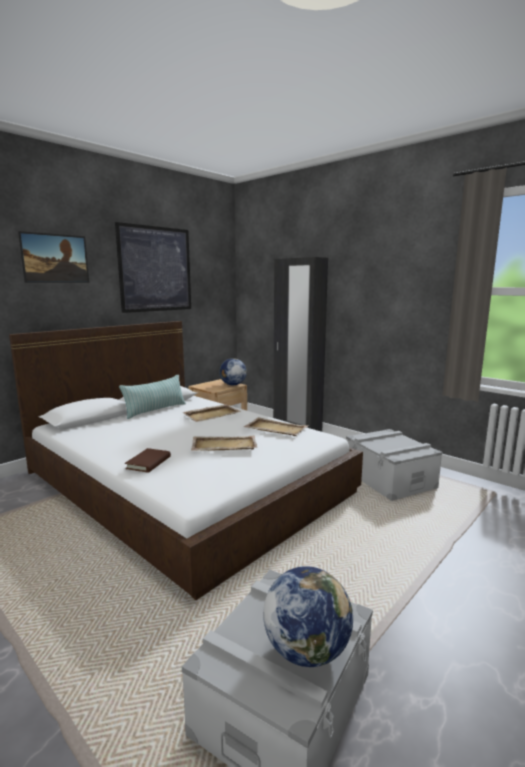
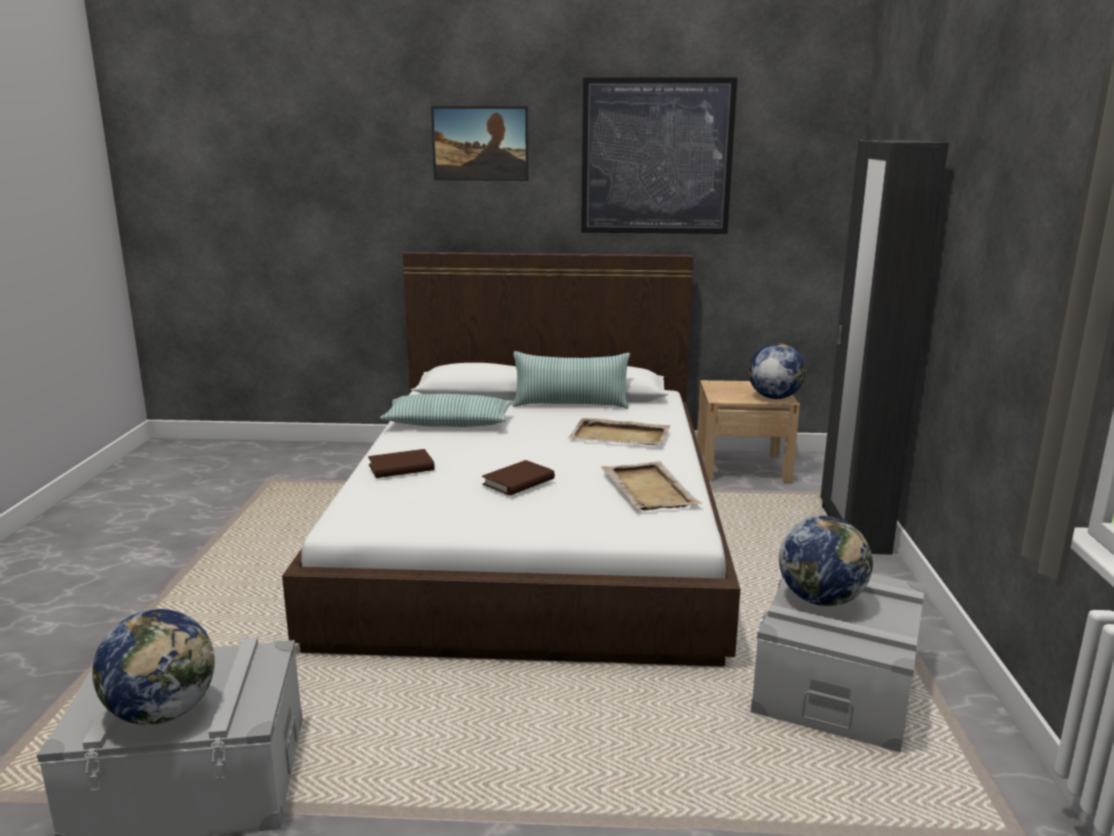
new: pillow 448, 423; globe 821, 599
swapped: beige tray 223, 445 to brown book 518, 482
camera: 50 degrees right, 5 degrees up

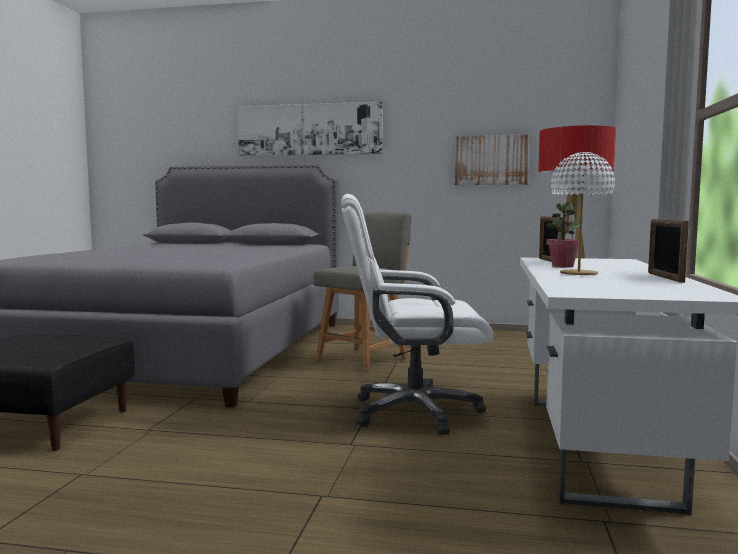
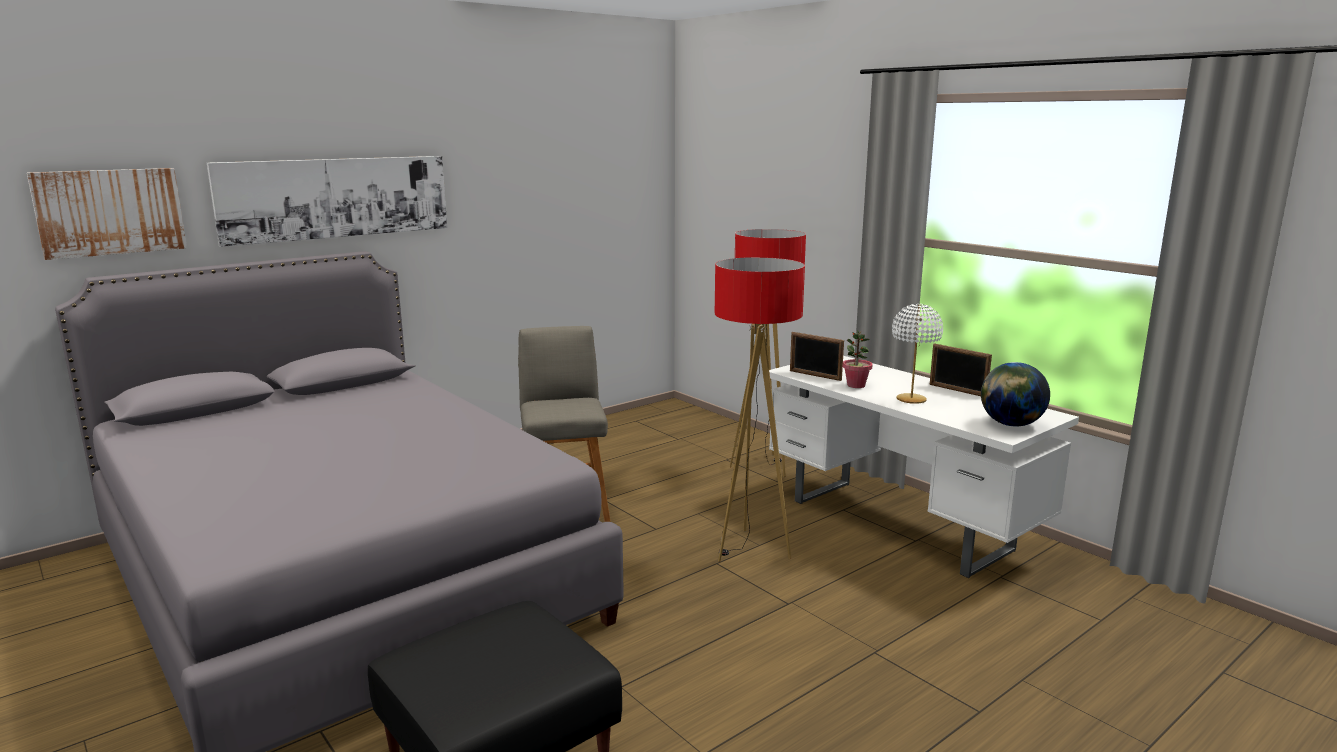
new: globe 1011, 424
shifted: picture 491, 160 to 110, 212
swapped: white office chair 413, 412 to floor lamp 750, 550
camera: 50 degrees left, 10 degrees up

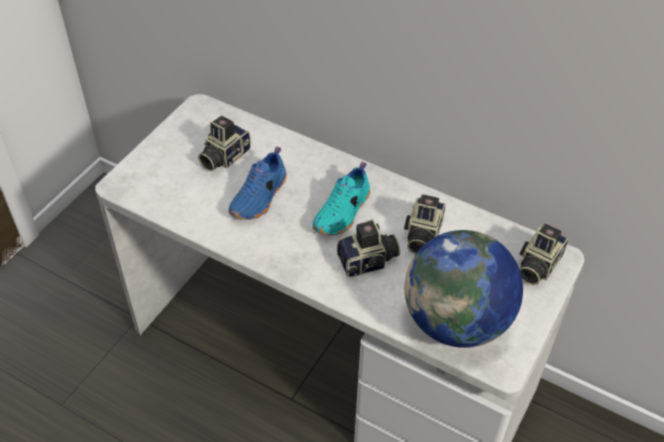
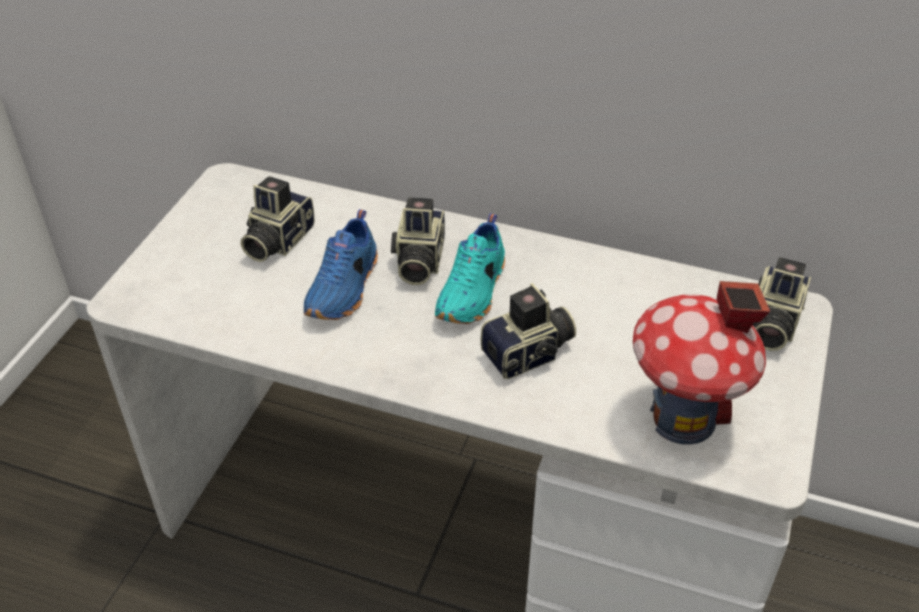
shifted: photo camera 421, 236 to 418, 261
swapped: globe 456, 322 to toy house 683, 418
camera: 10 degrees left, 5 degrees down

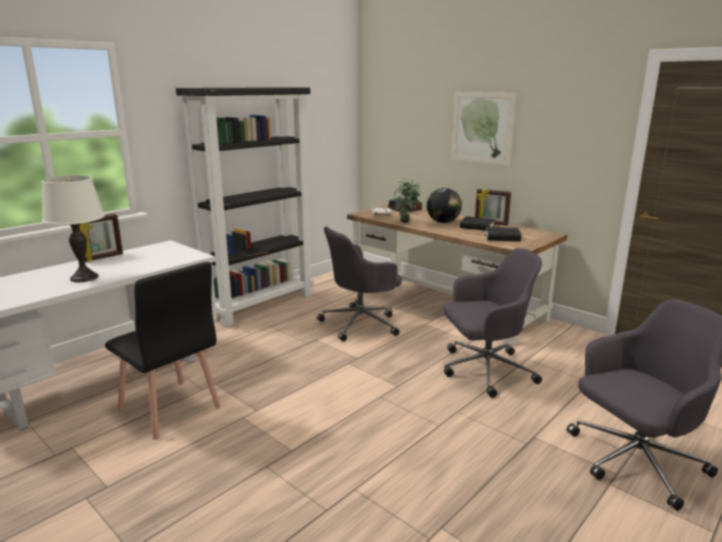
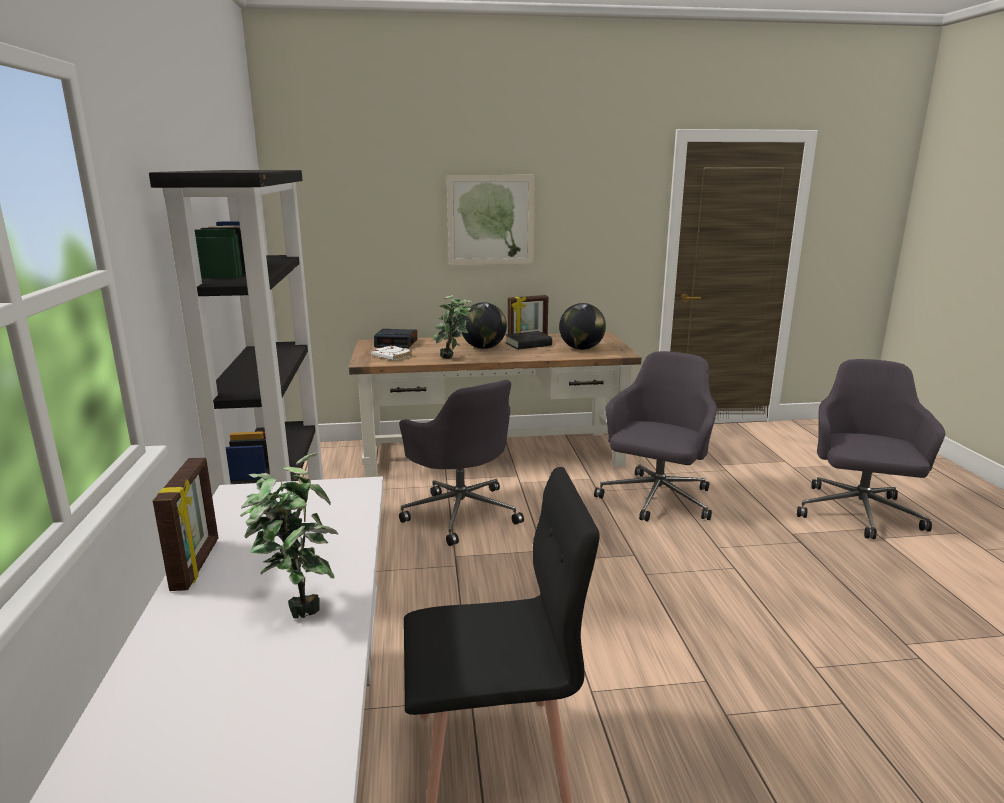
swapped: white table lamp 84, 278 to potted plant 297, 605; black book 502, 237 to globe 581, 349
rotated: grey office chair 361, 323 = 461, 512 45 degrees counterclockwise
camera: 50 degrees left, 0 degrees up

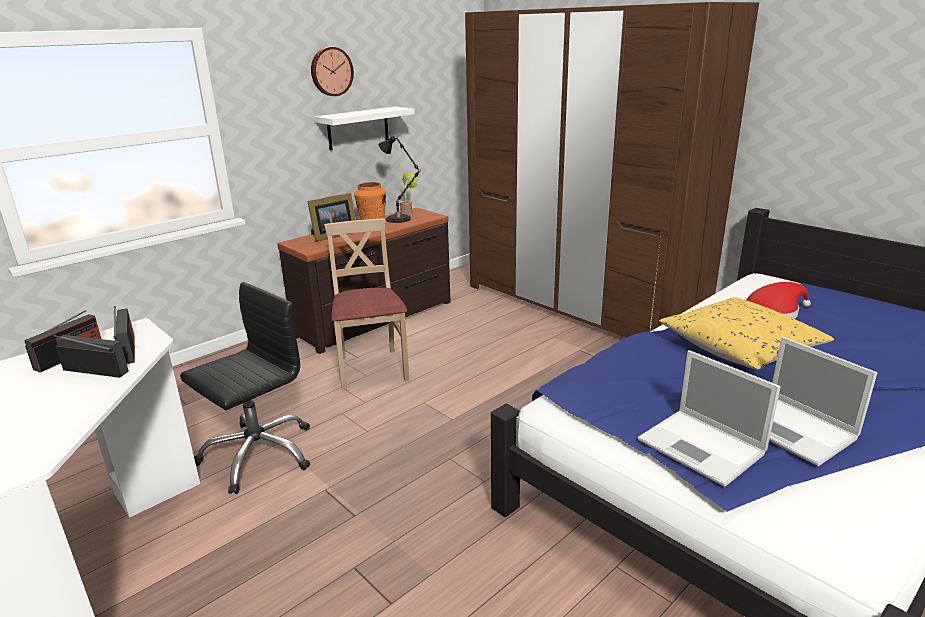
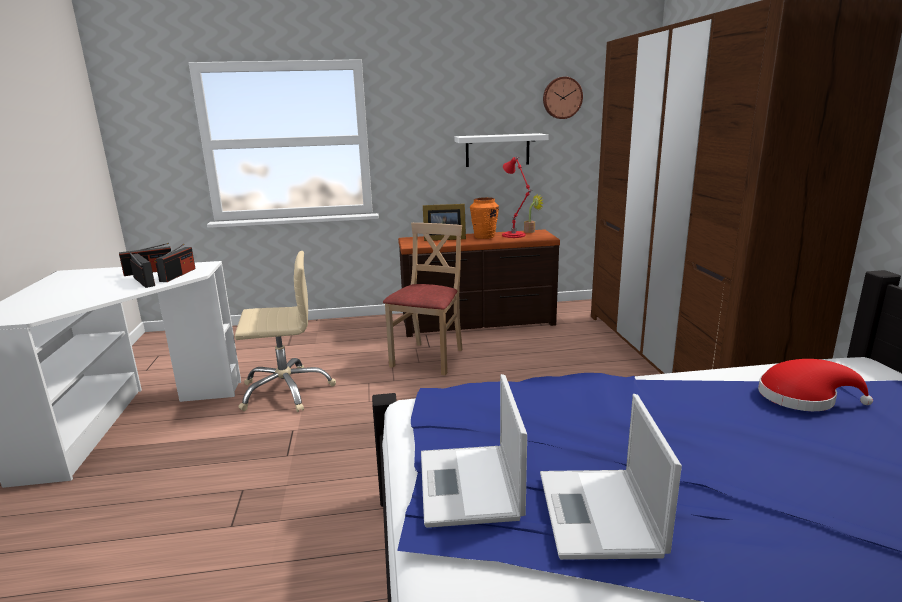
gone: yellow pillow 739, 348
shifted: wall clock 331, 71 to 562, 98
repainted: black office chair 258, 454 to beige office chair 286, 391; black table lamp 400, 219 to red table lamp 514, 235
camera: 35 degrees right, 5 degrees down

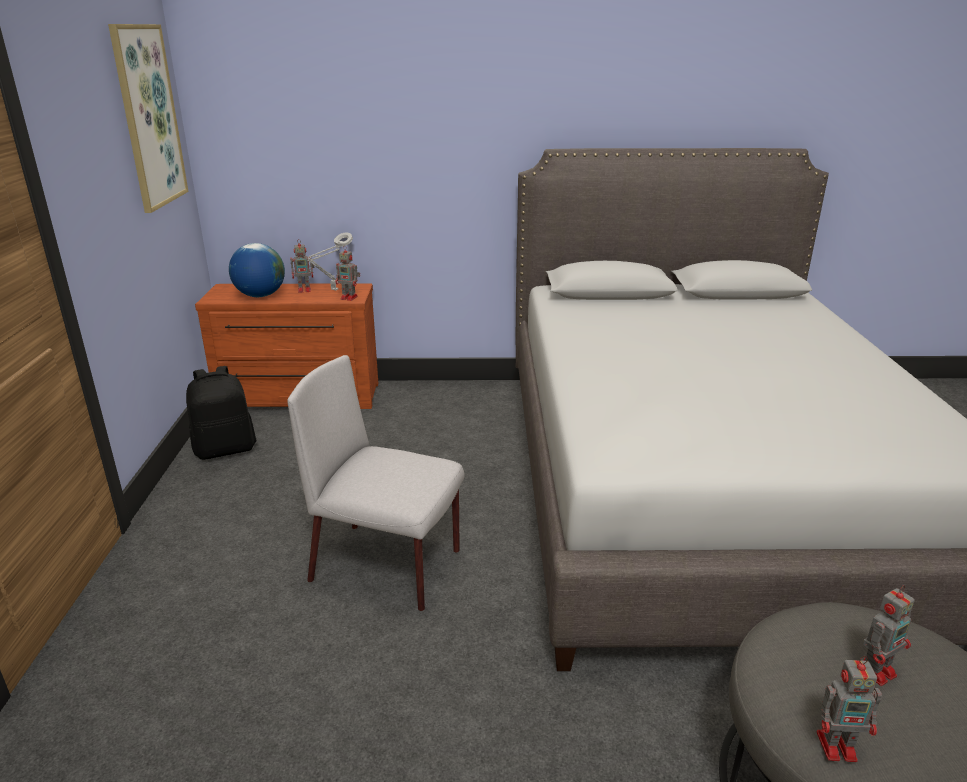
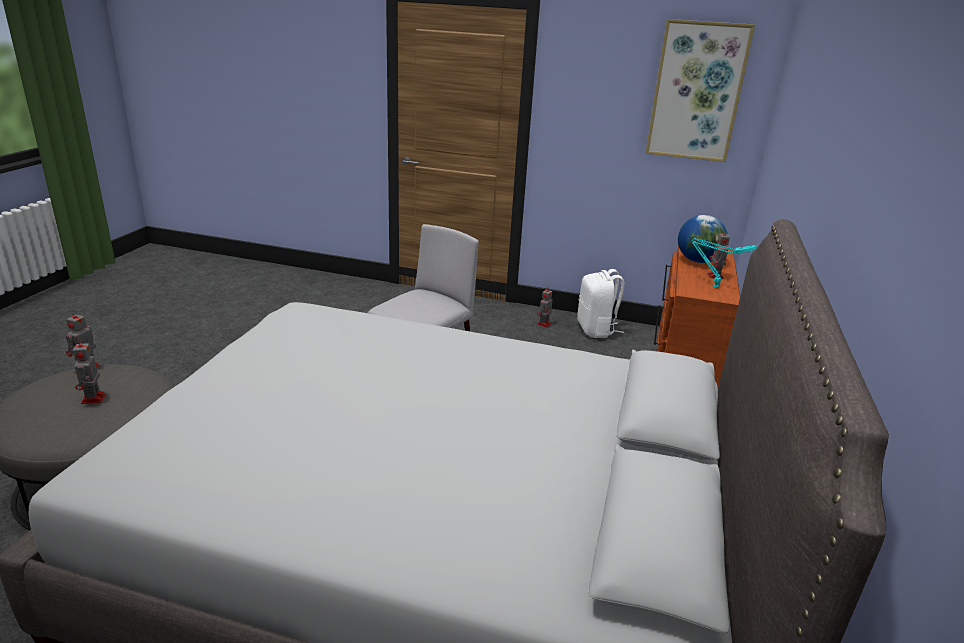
shifted: toy robot 350, 298 to 543, 324
repainted: black backpack 225, 449 to white backpack 596, 330; grey table lamp 333, 290 to turquoise table lamp 713, 286
camera: 105 degrees right, 0 degrees up

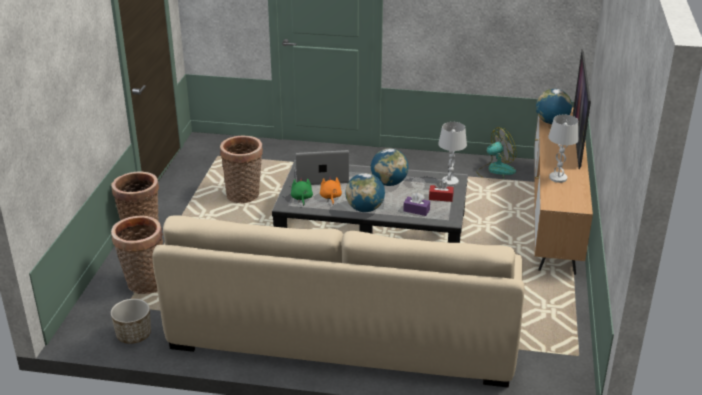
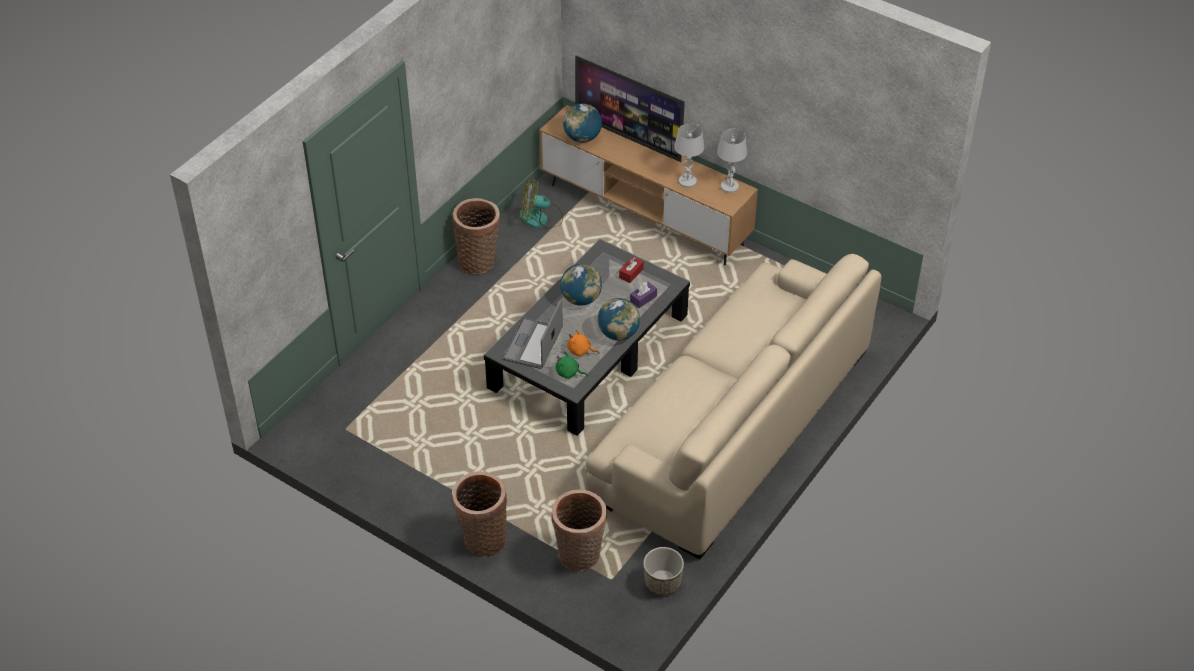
shifted: basket 244, 196 to 479, 261; white table lamp 450, 181 to 729, 187
rotated: fan 495, 171 = 540, 219 90 degrees counterclockwise
camera: 65 degrees left, 15 degrees up

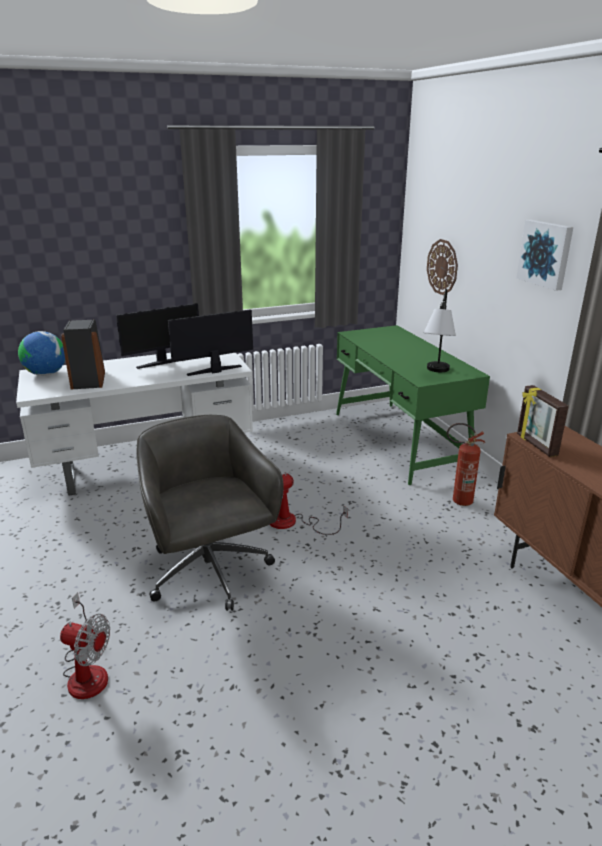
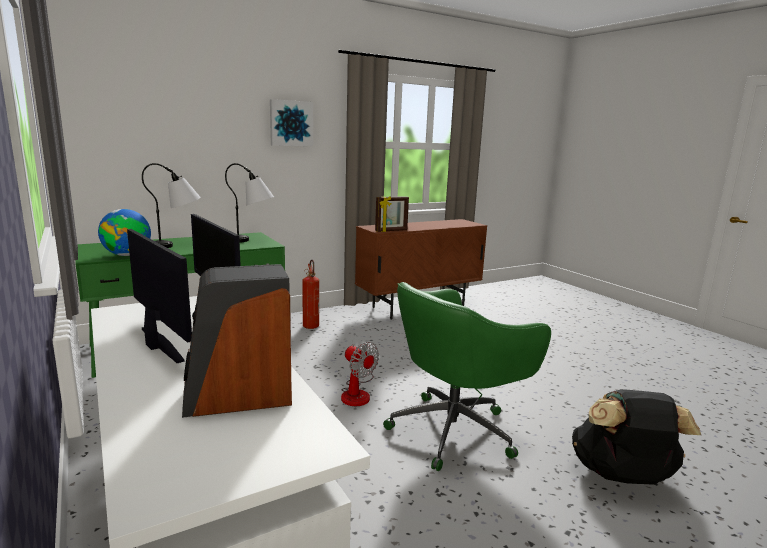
gone: wall clock 442, 267
new: table lamp 177, 245
shifted: globe 46, 374 to 127, 255
swapped: fan 87, 671 to black backpack 622, 476
repainted: grey office chair 210, 573 to green office chair 455, 430
camera: 100 degrees left, 10 degrees down

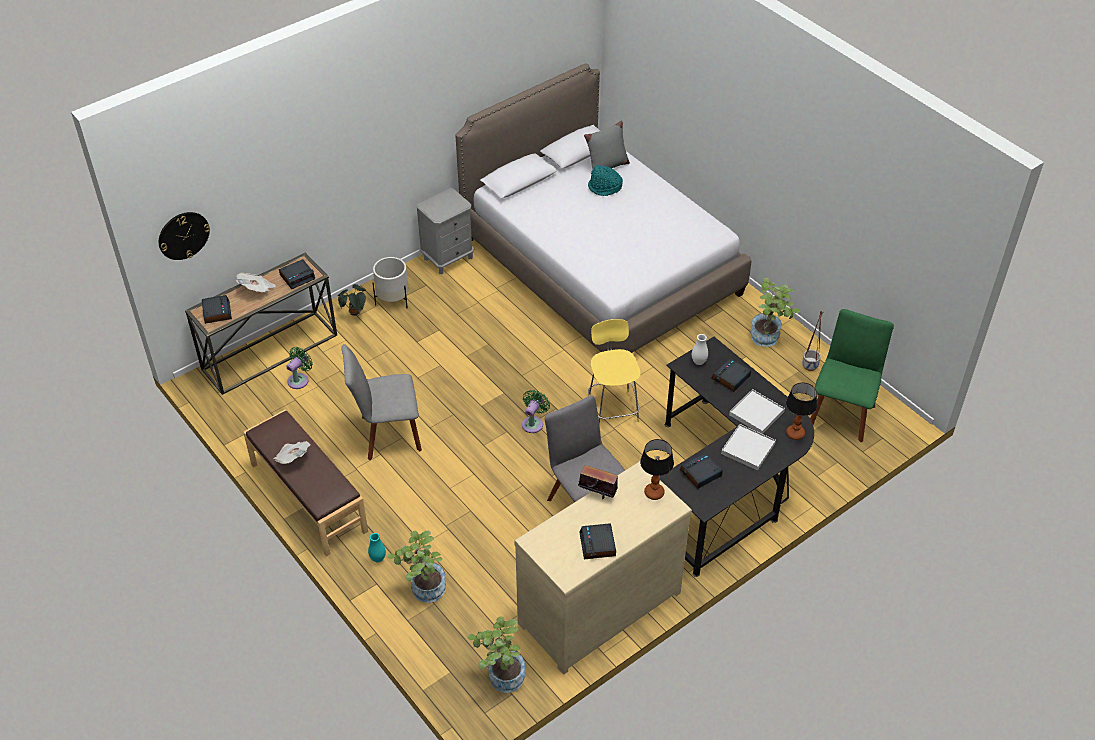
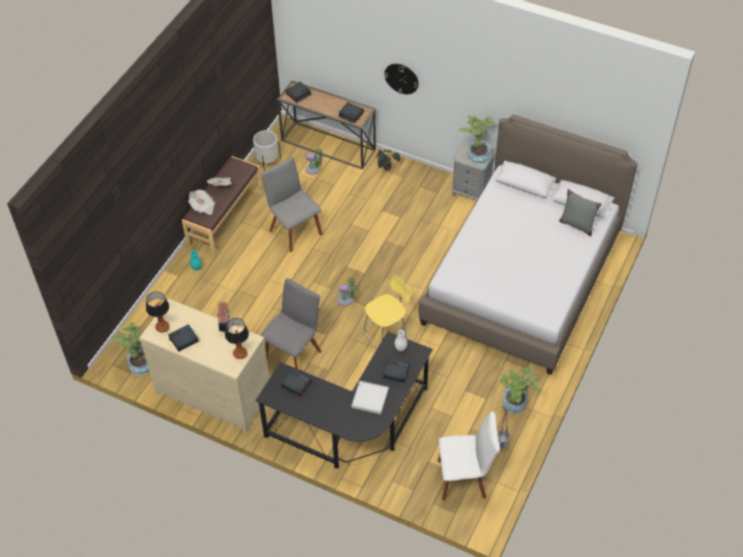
gone: turquoise hat 605, 188; white tray 748, 448
shifted: wall clock 183, 235 to 401, 78; newspaper 257, 289 to 203, 207; white planter 393, 300 to 267, 161; potted plant 423, 590 to 476, 155; table lamp 794, 433 to 162, 327
repainted: green chair 841, 413 to white chair 464, 478
camera: 65 degrees right, 5 degrees up

